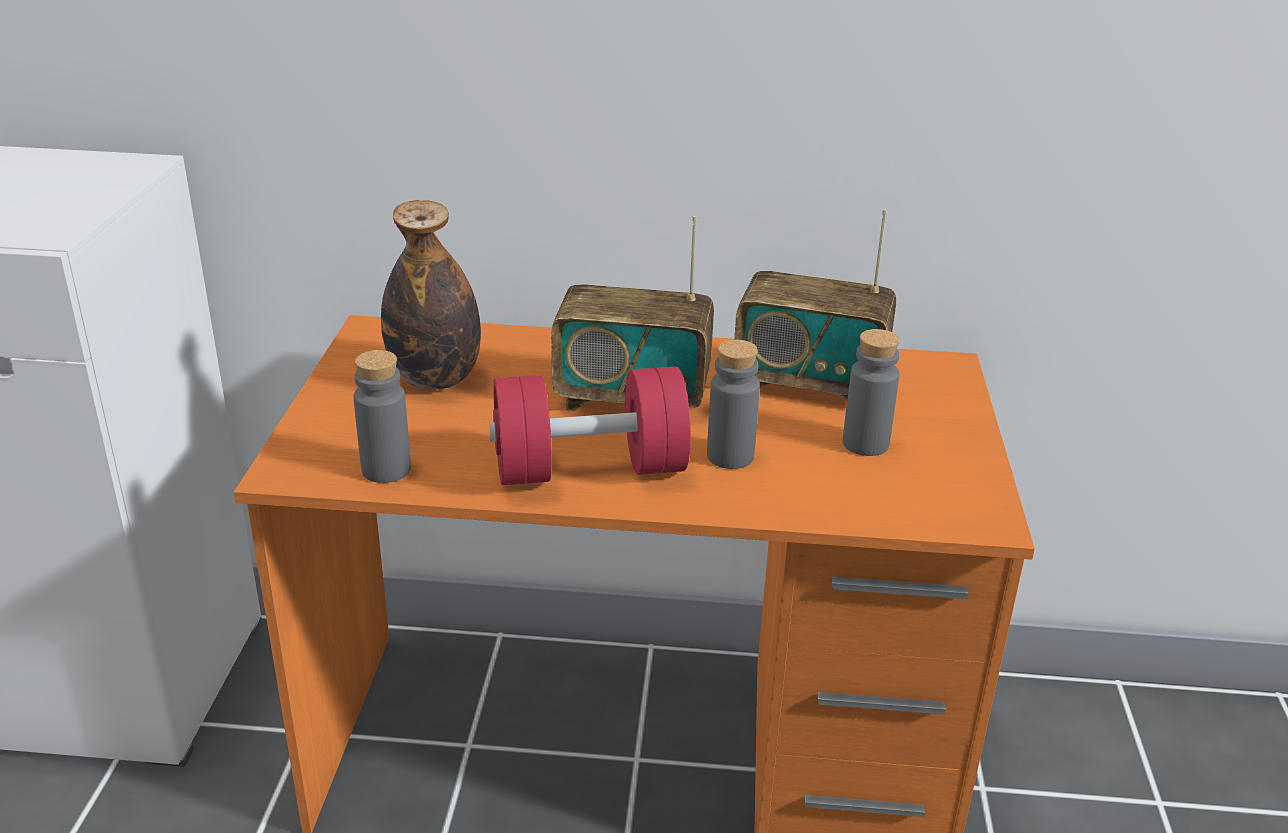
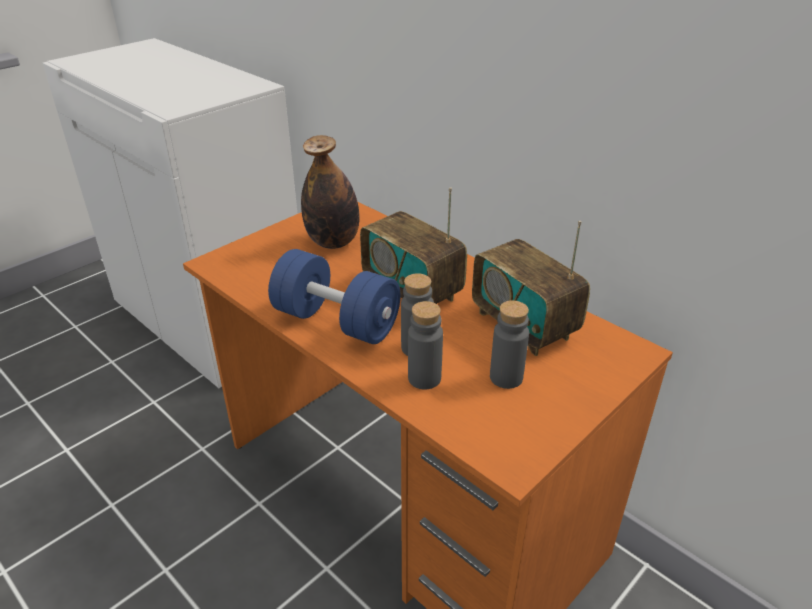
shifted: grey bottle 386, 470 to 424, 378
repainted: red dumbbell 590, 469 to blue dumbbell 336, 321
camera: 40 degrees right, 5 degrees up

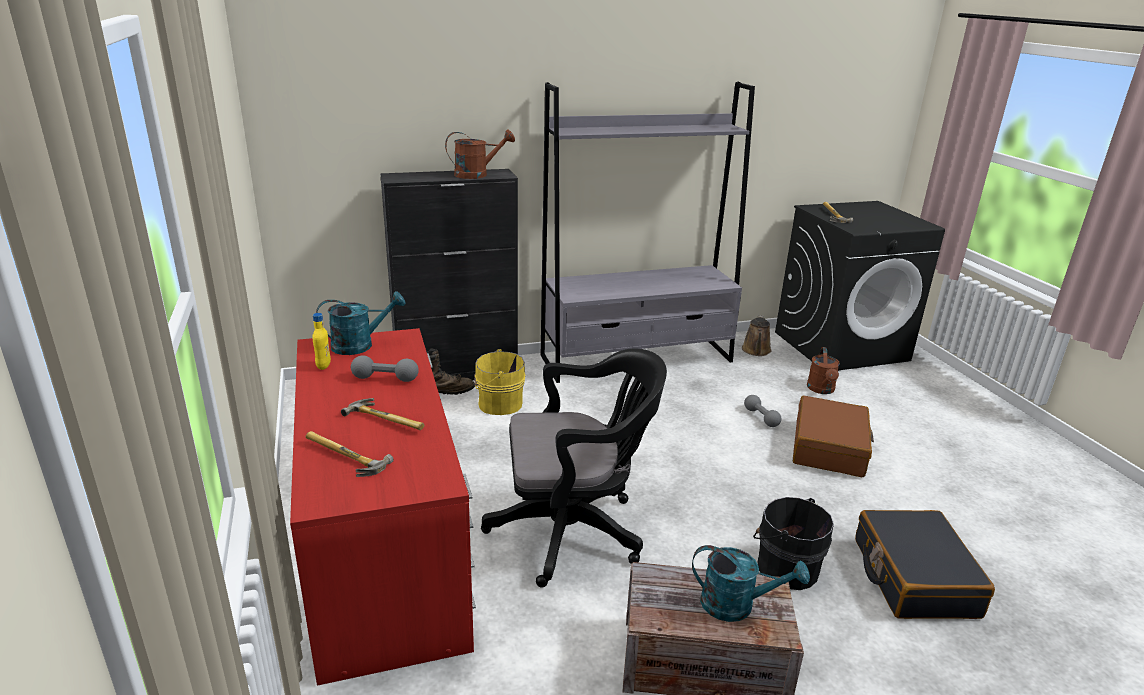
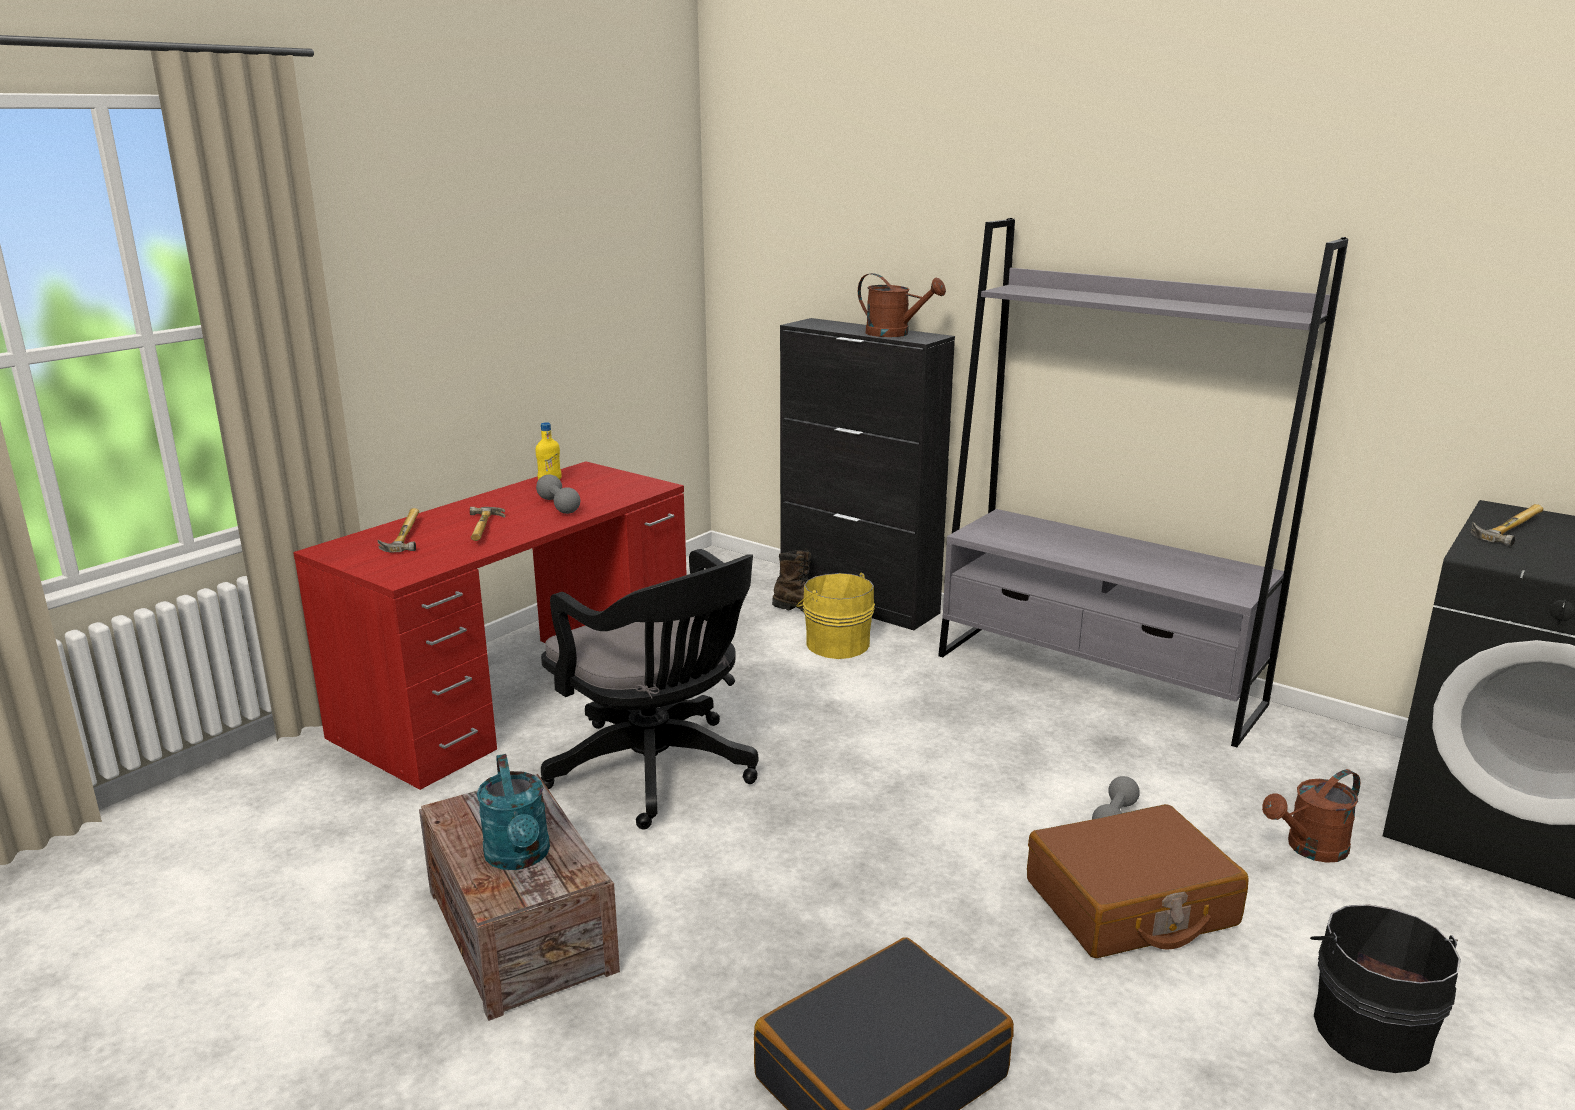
gone: turquoise watering can 360, 345; brown watering can 756, 351
shifted: black bucket 785, 566 to 1369, 1028
camera: 55 degrees right, 5 degrees down

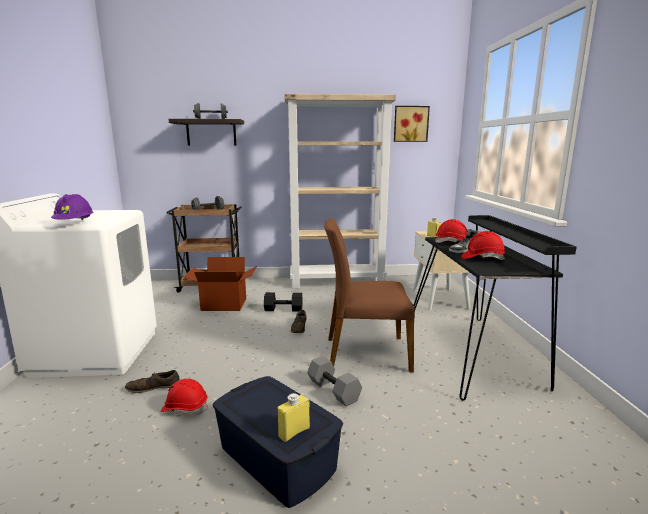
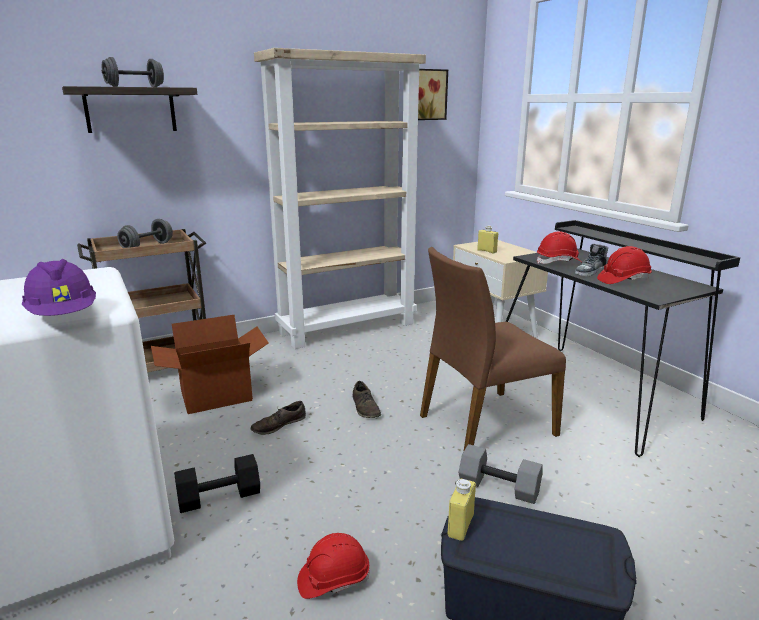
shifted: brown shoe 153, 387 to 278, 425; black dumbbell 284, 309 to 220, 496; yellow bottle 294, 432 to 460, 526
camera: 25 degrees left, 5 degrees up

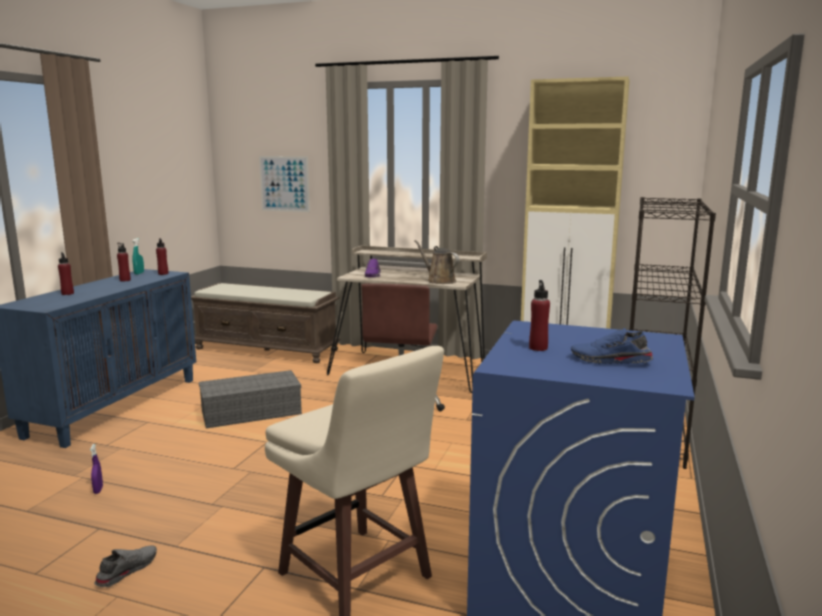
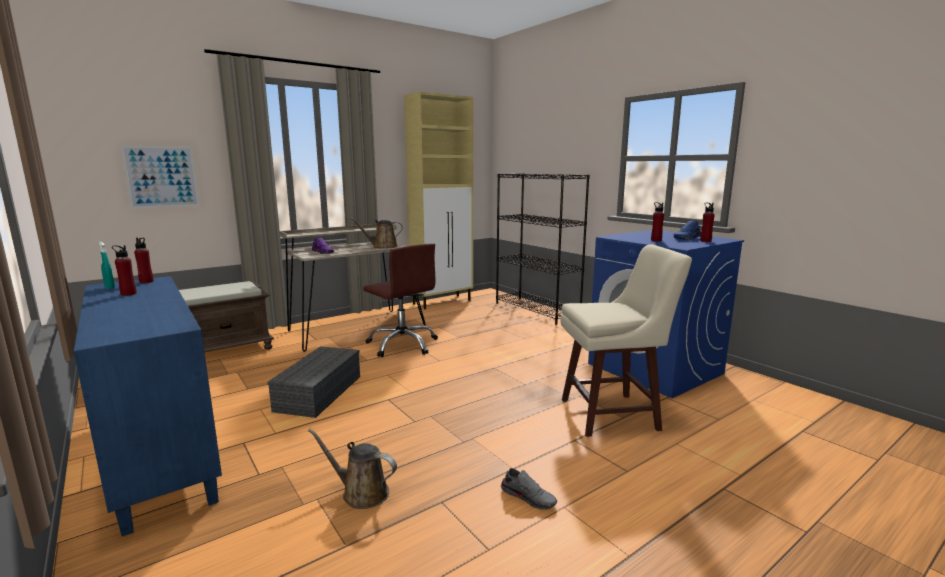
shifted: red bottle 67, 293 to 705, 241
swapped: purple spray bottle 98, 490 to brown watering can 361, 492
rotated: grey shoe 126, 570 = 529, 497 150 degrees clockwise
camera: 55 degrees left, 0 degrees up

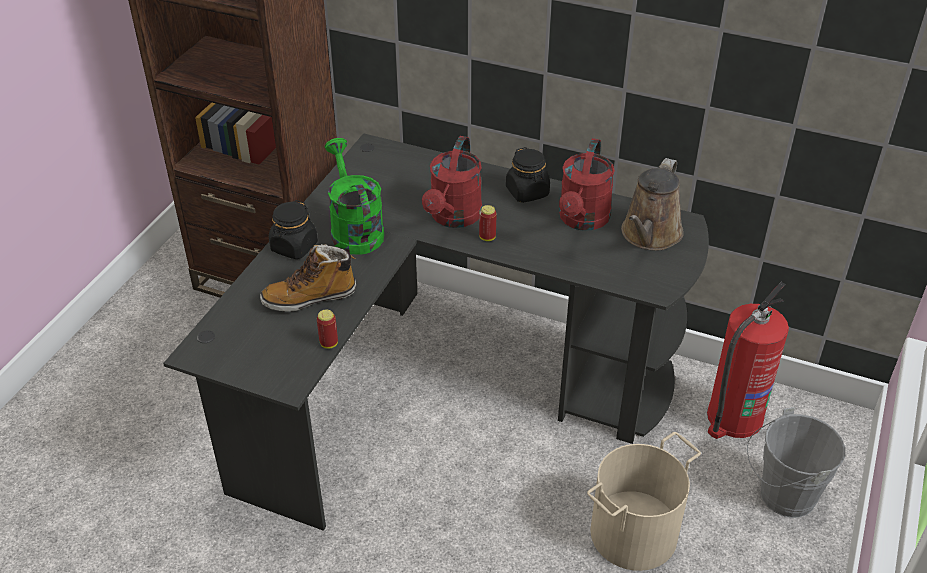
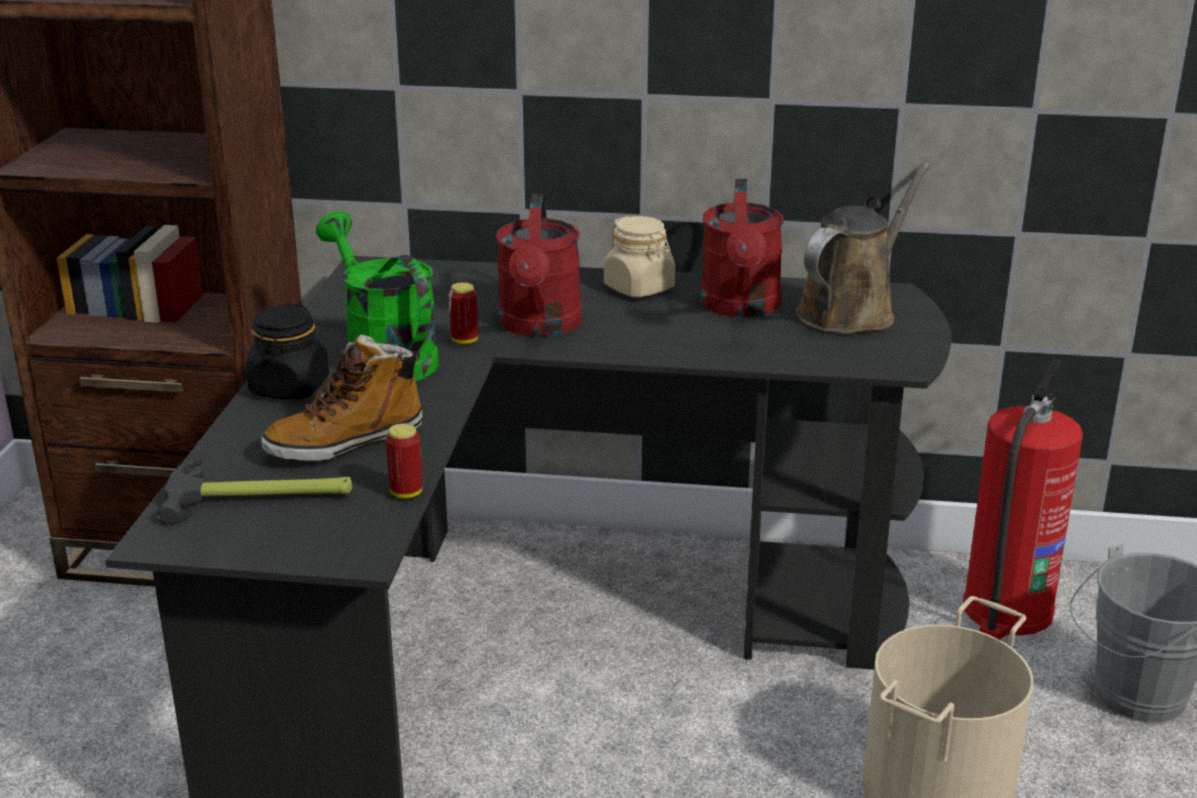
new: hammer 261, 496
shifted: can 487, 237 to 464, 341
repainted: black jar 527, 192 to beige jar 639, 288
rotated: brown watering can 649, 235 = 851, 311 150 degrees counterclockwise
camera: 15 degrees left, 15 degrees down

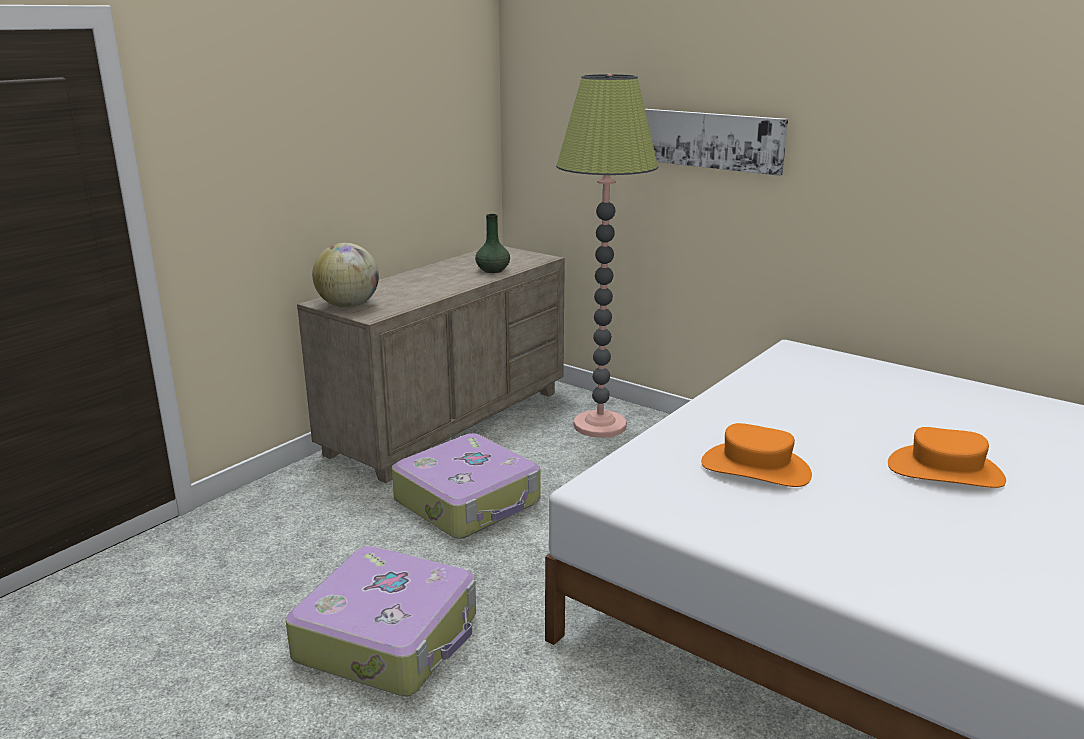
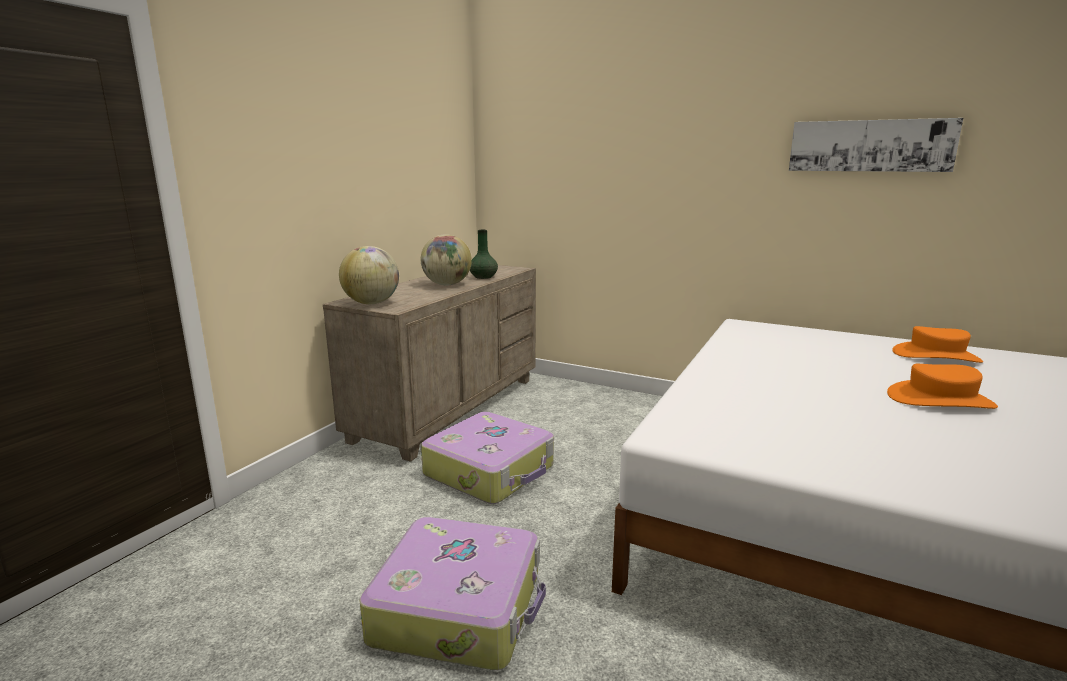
gone: floor lamp 600, 425
new: globe 447, 284
shifted: picture 711, 140 to 870, 146; orange hat 755, 468 to 936, 356
camera: 10 degrees left, 5 degrees down

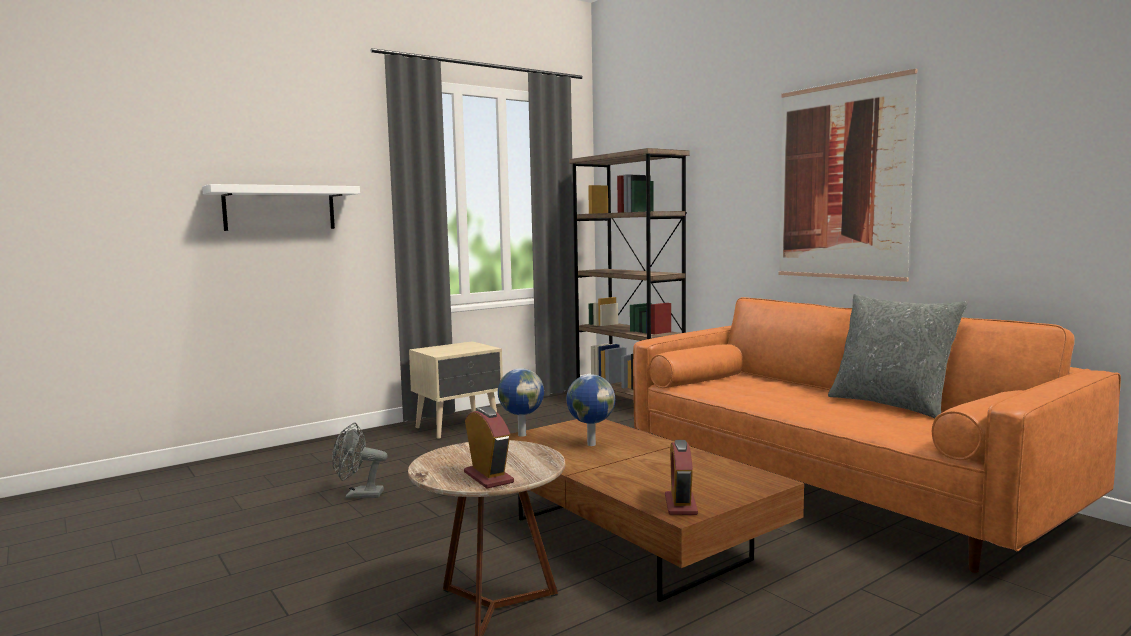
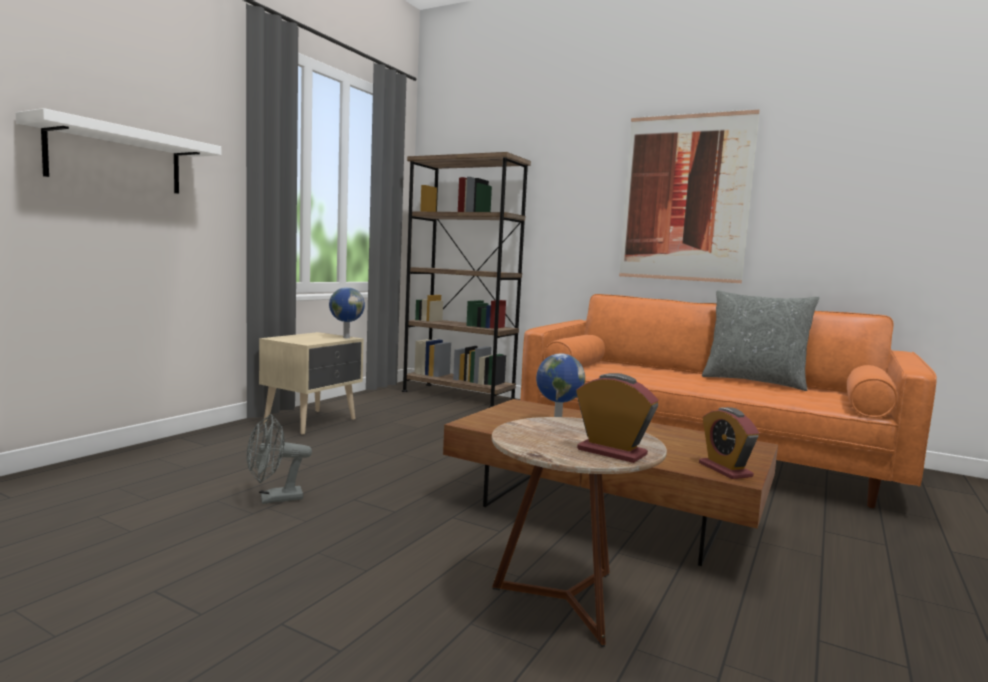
shifted: globe 521, 435 to 345, 337
camera: 25 degrees left, 0 degrees up

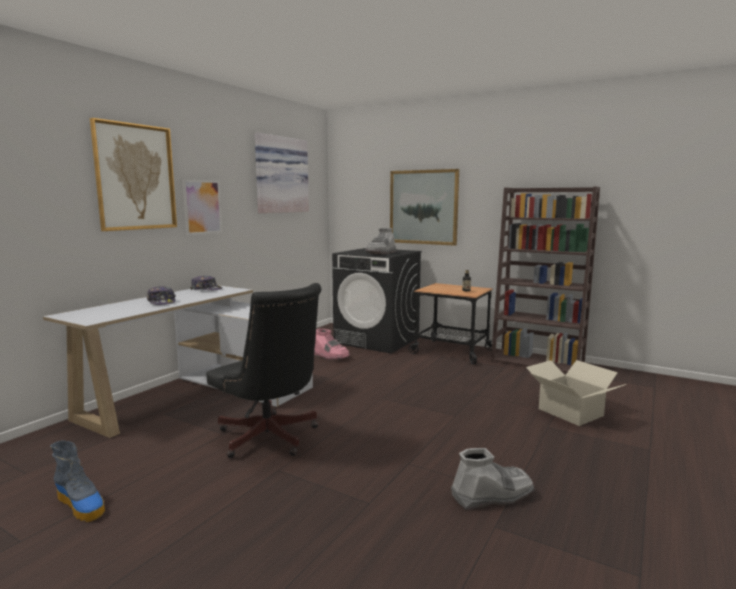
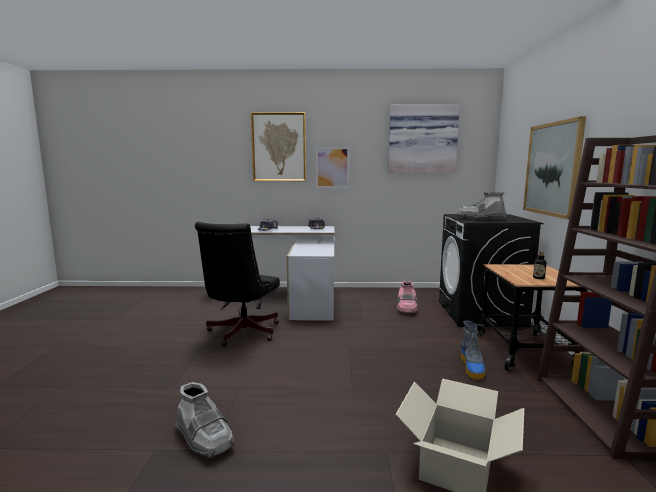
shifted: boot 81, 506 to 472, 368
camera: 60 degrees right, 0 degrees up

